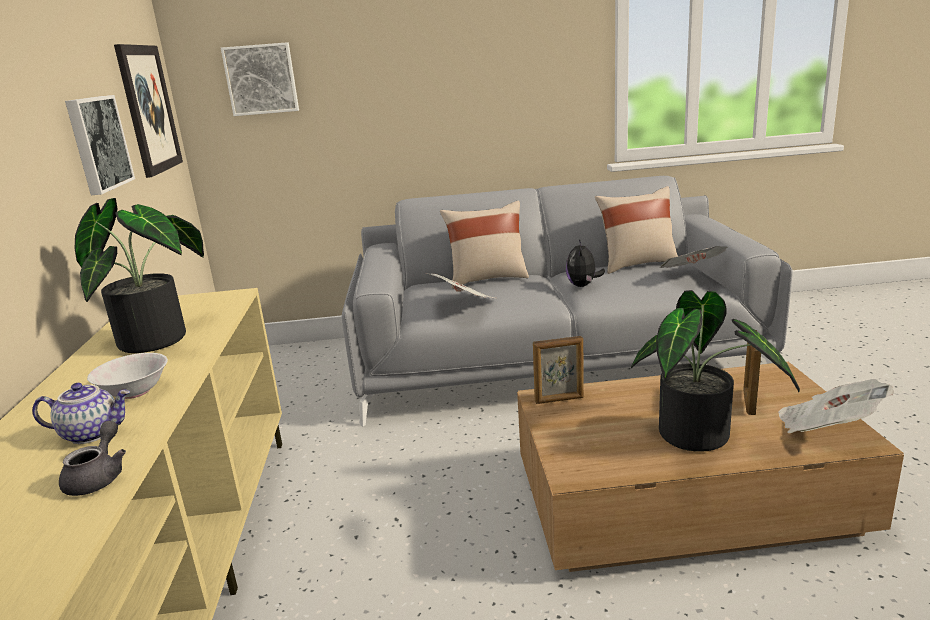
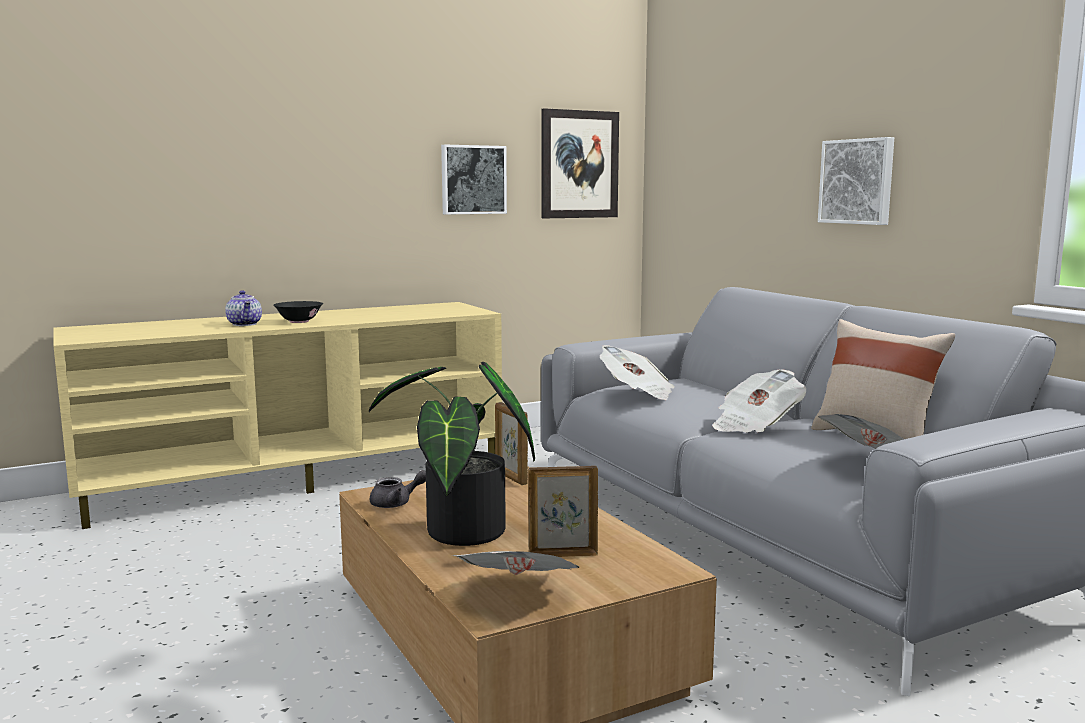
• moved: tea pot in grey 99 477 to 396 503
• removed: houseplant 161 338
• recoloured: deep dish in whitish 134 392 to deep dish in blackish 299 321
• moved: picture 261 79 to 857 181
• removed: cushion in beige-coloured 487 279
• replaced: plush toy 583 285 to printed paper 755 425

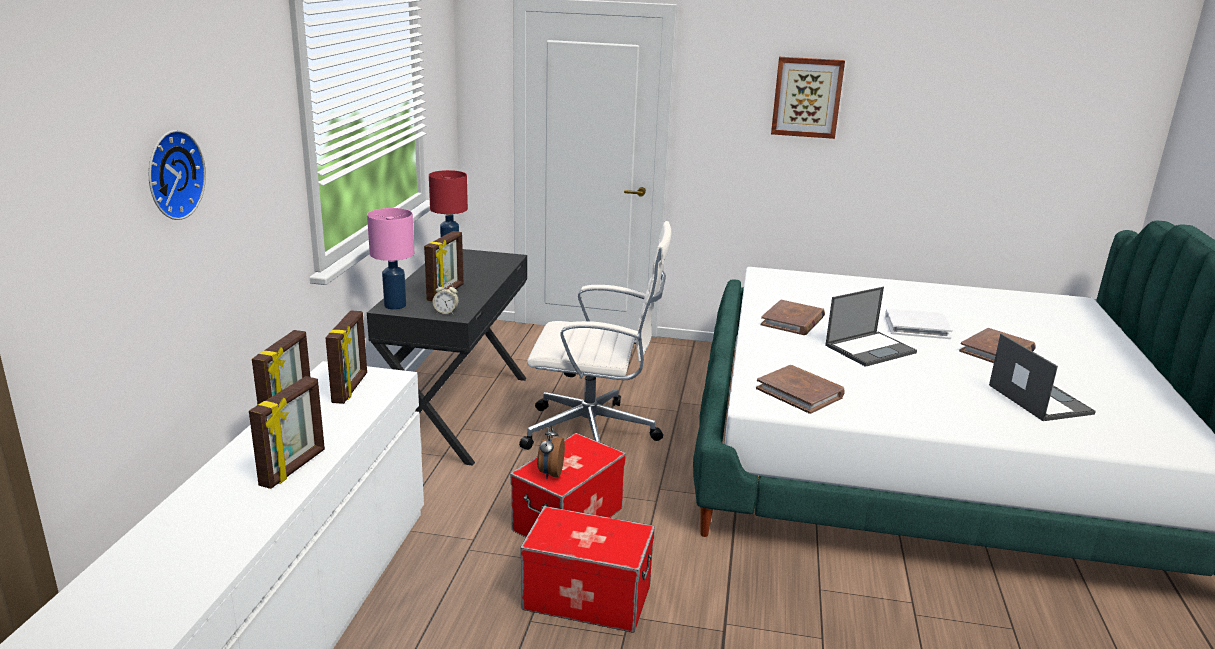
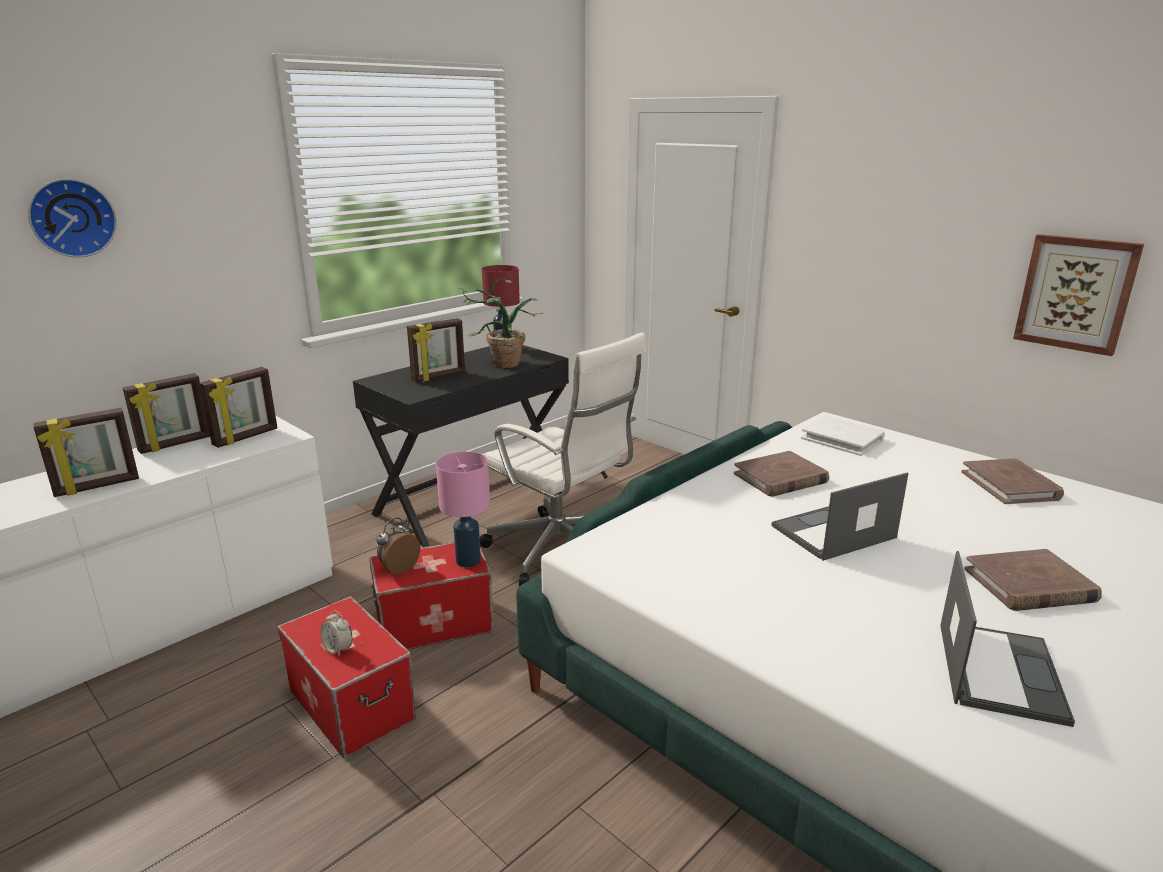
• moved: lamp for a table in pinkish 395 305 to 468 560
• moved: table clock 446 312 to 338 649
• moved: bound book in brownish 800 392 to 1010 485
• moved: picture 807 97 to 1076 293
• turned: laptop 870 349 = 832 532 150 degrees clockwise
• moved: bound book in whitish 916 327 to 842 439
• added: houseplant 499 365

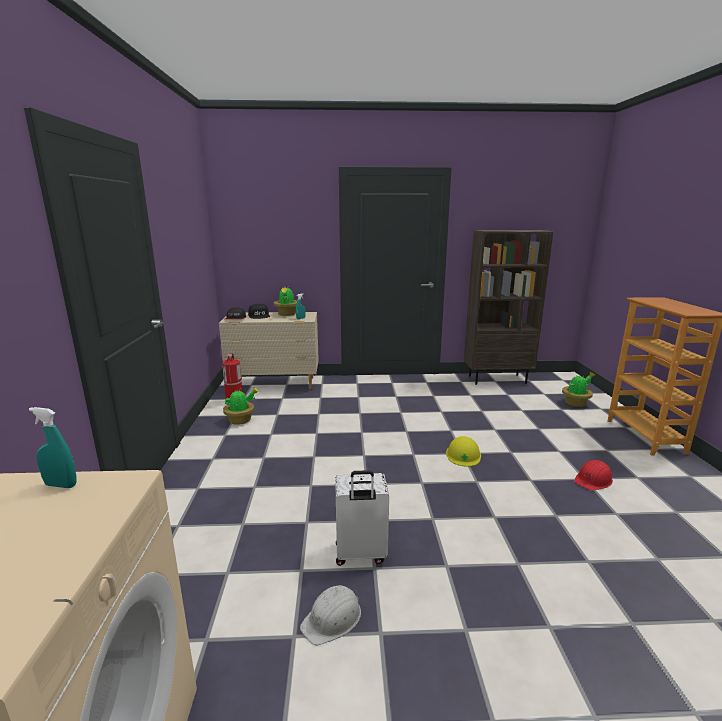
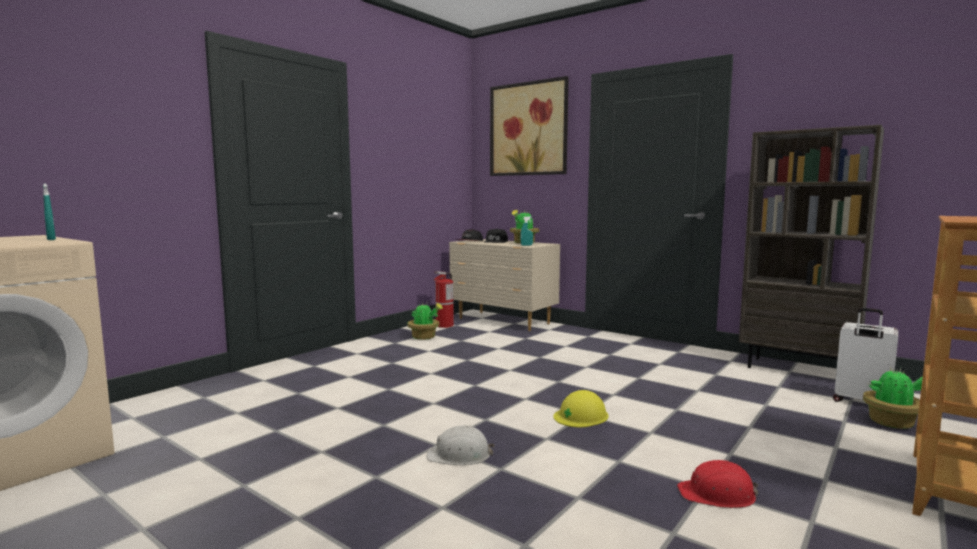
• moved: work helmet in whitish 333 619 to 459 455
• moved: piece of luggage in whitish 360 554 to 860 402
• added: picture 528 129

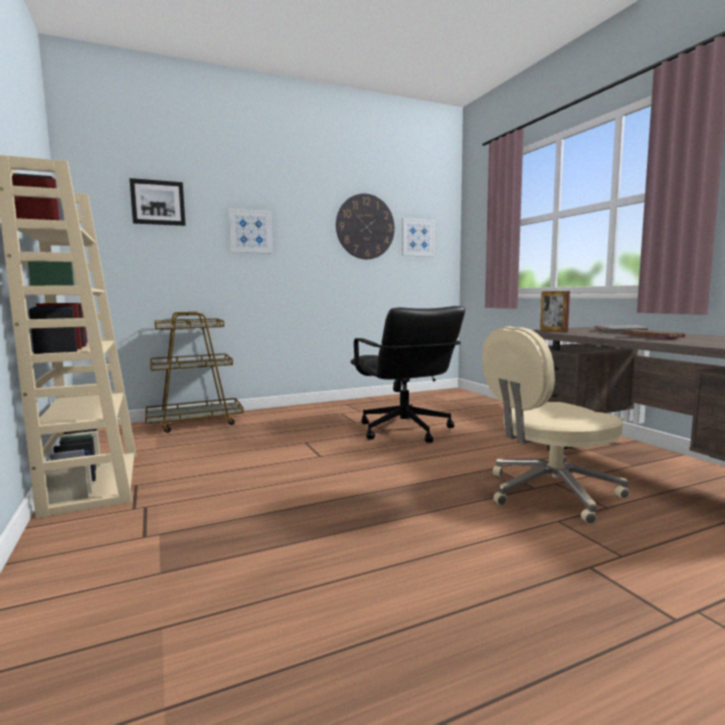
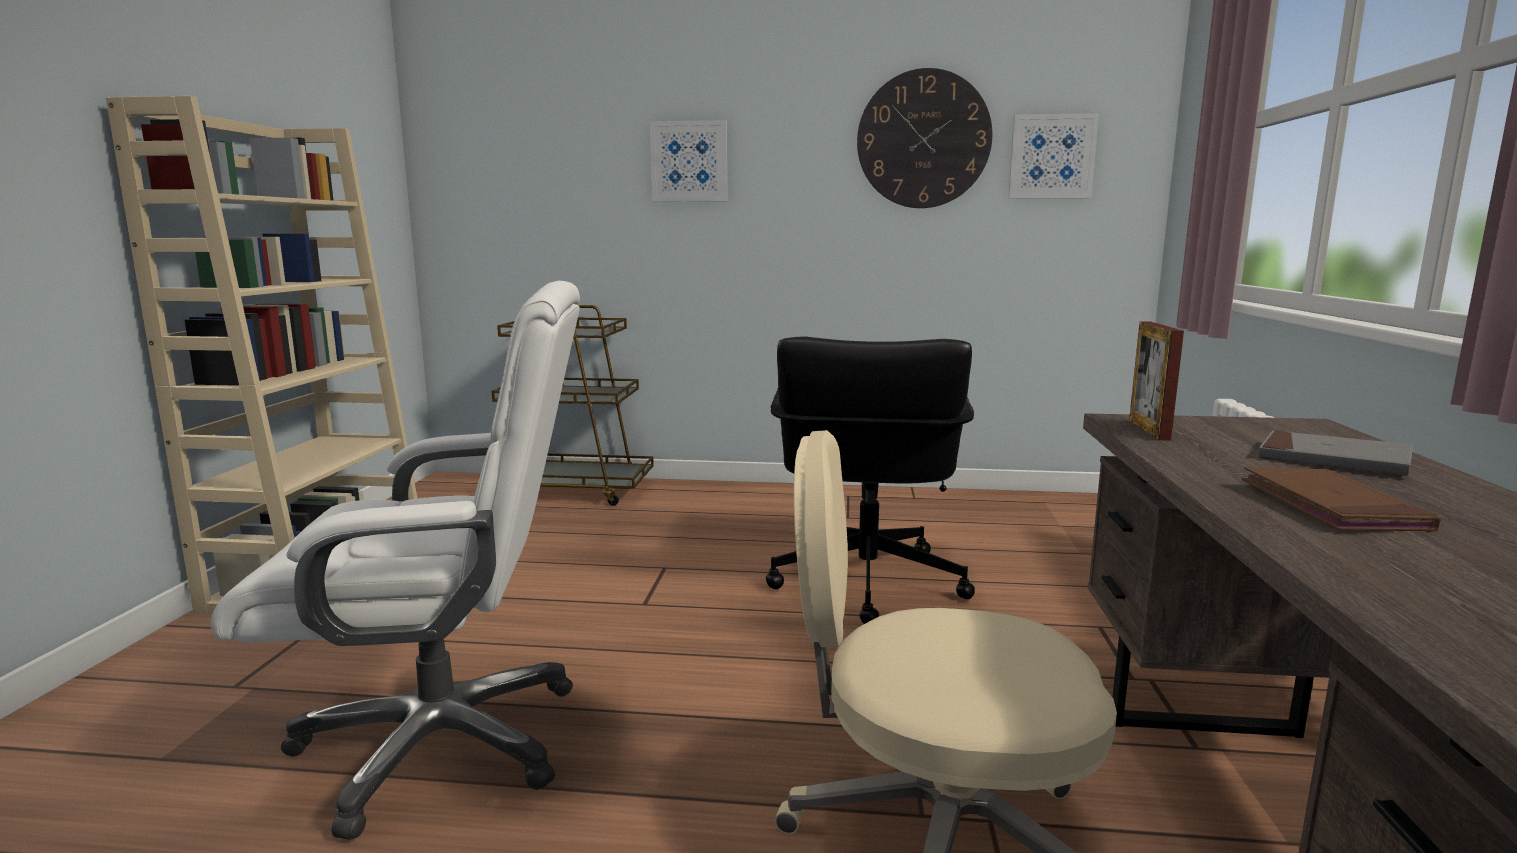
• removed: picture 158 203
• added: desk chair in whitish 444 741

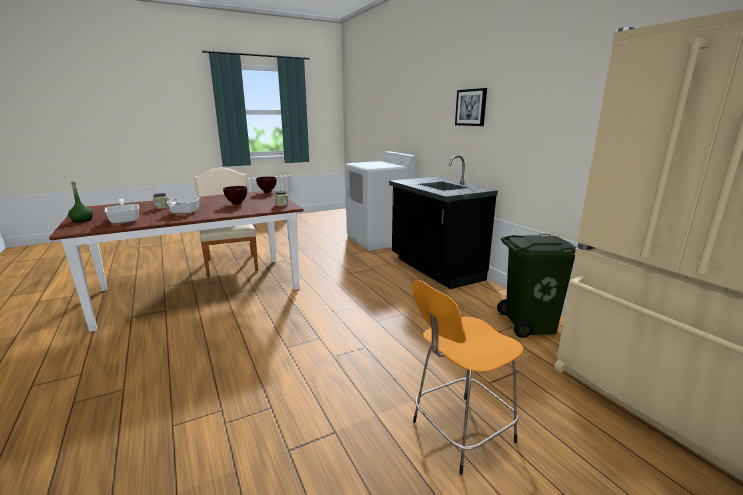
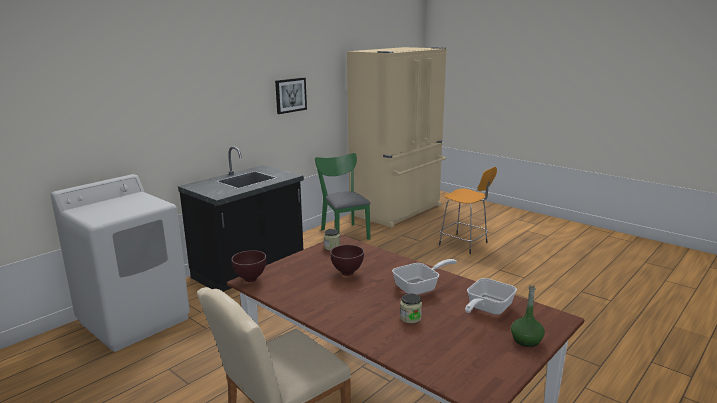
• moved: picture 471 107 to 290 95
• replaced: waste bin in greenish 530 325 to upright chair in greenish 343 232

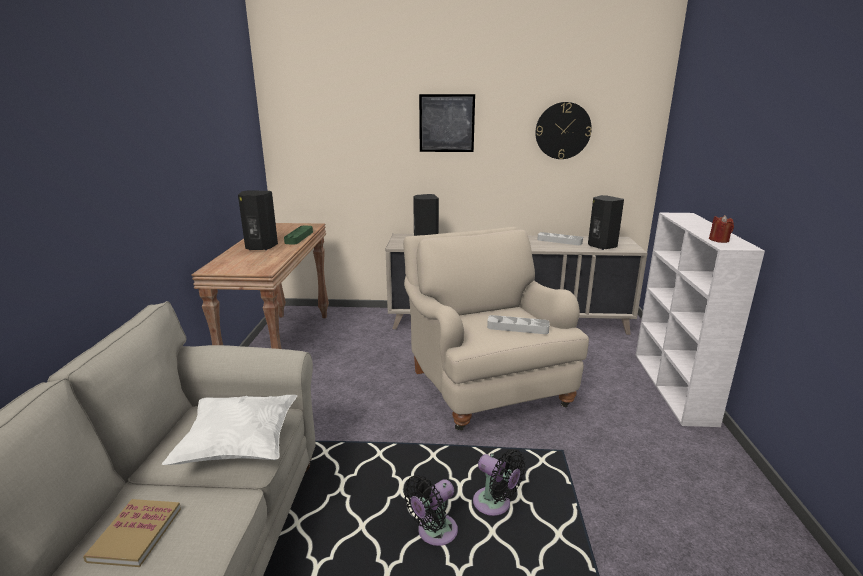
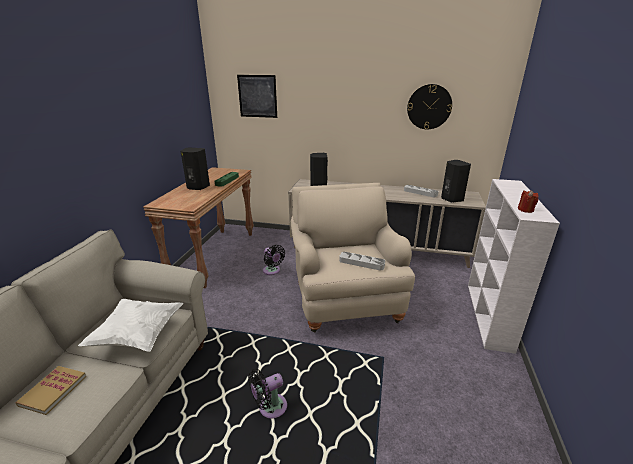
• moved: picture 446 123 to 257 96
• moved: fan in blackish 495 504 to 272 271

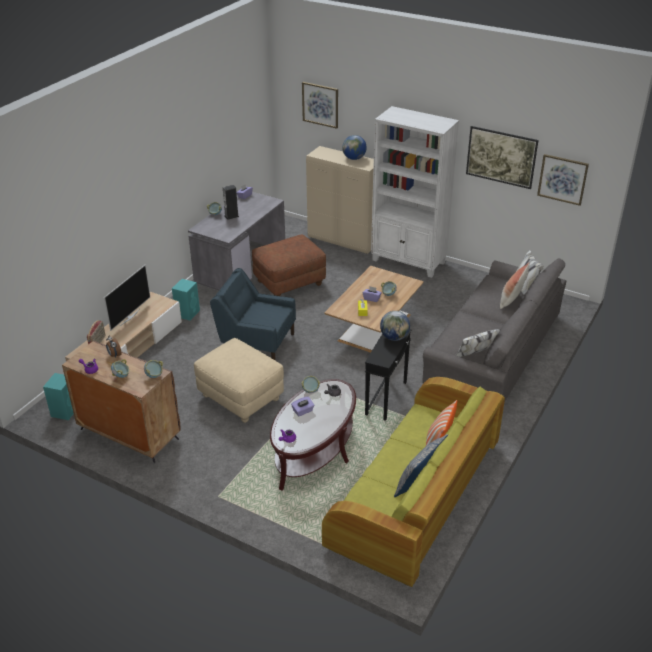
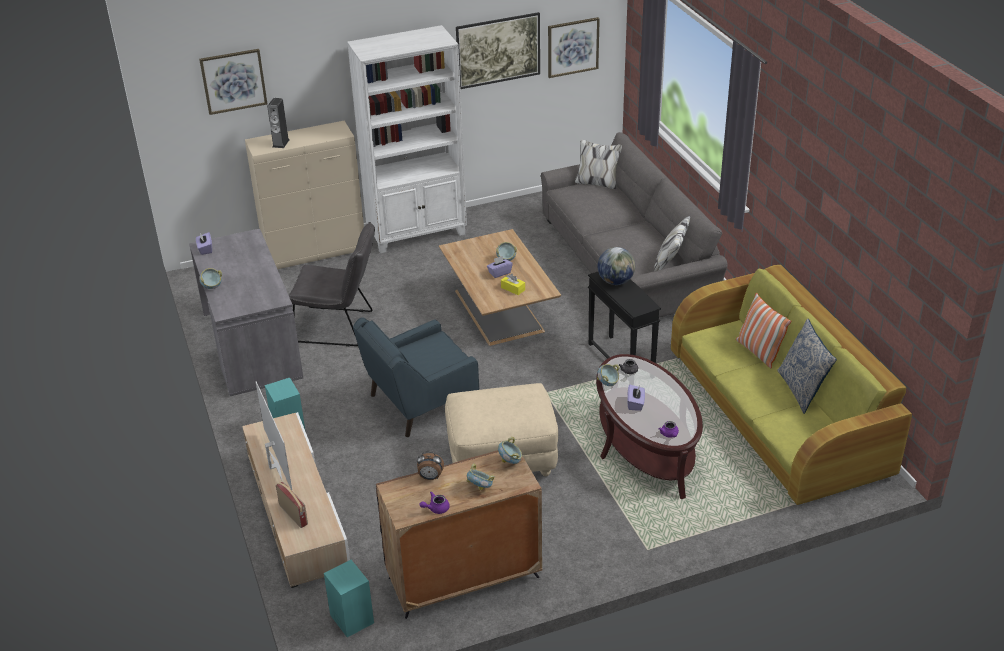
• moved: speaker 231 216 to 281 143
• replaced: pouffe in brownish 289 283 to upright chair in grey 339 327
• removed: globe 354 158
• removed: cushion 511 301

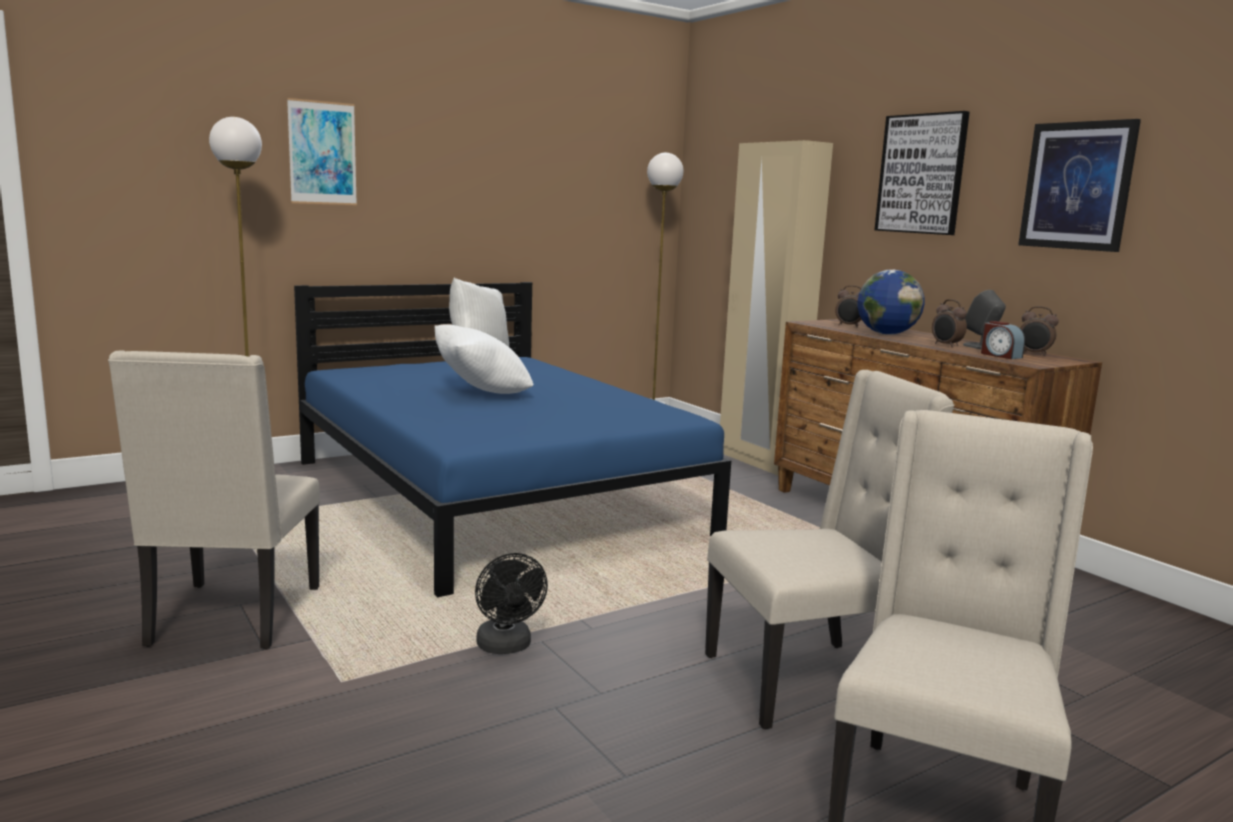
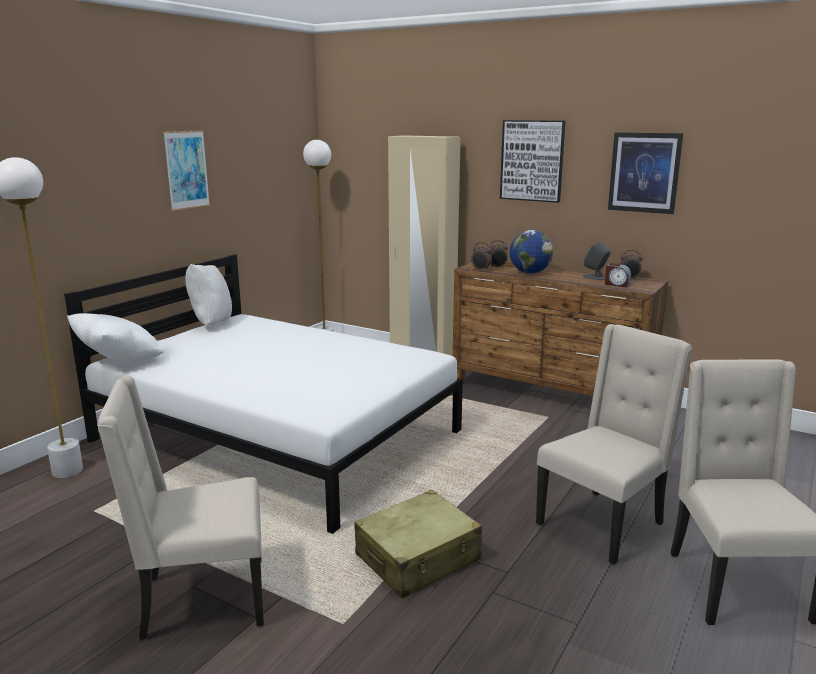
• turned: upright chair in beige-coloured 232 617 = 201 599 105 degrees clockwise
• moved: picture 322 153 to 186 170
• recoloured: bed in blue 494 496 to bed in whitish 278 435
• moved: cushion in whitish 481 393 to 119 363
• replaced: fan in blackish 506 647 to piece of luggage in beige-coloured 418 558
• moved: table clock 946 345 to 481 270

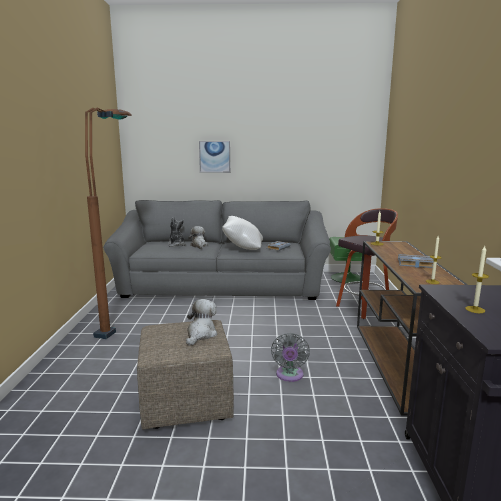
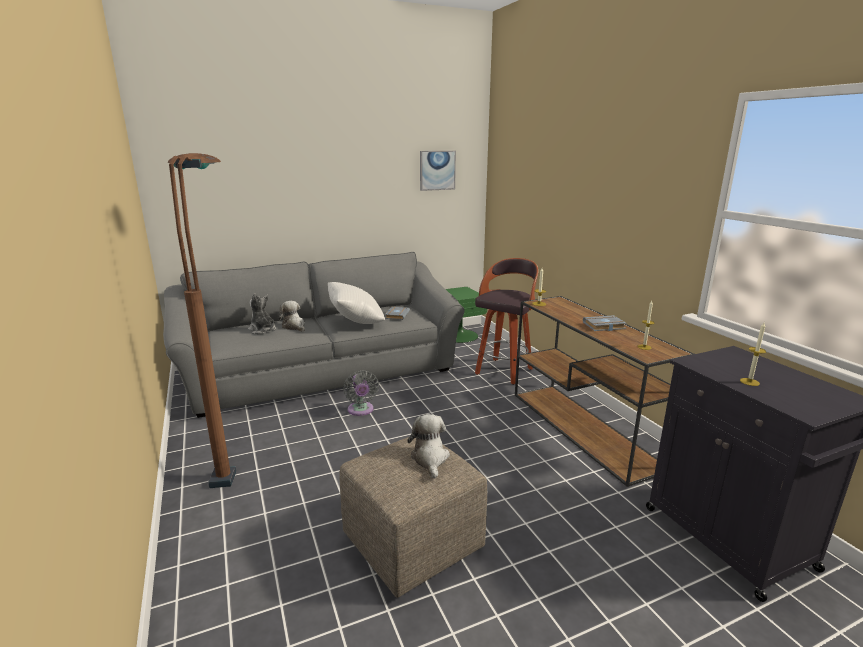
• moved: picture 214 156 to 437 170
• moved: fan in grey 289 376 to 361 410

